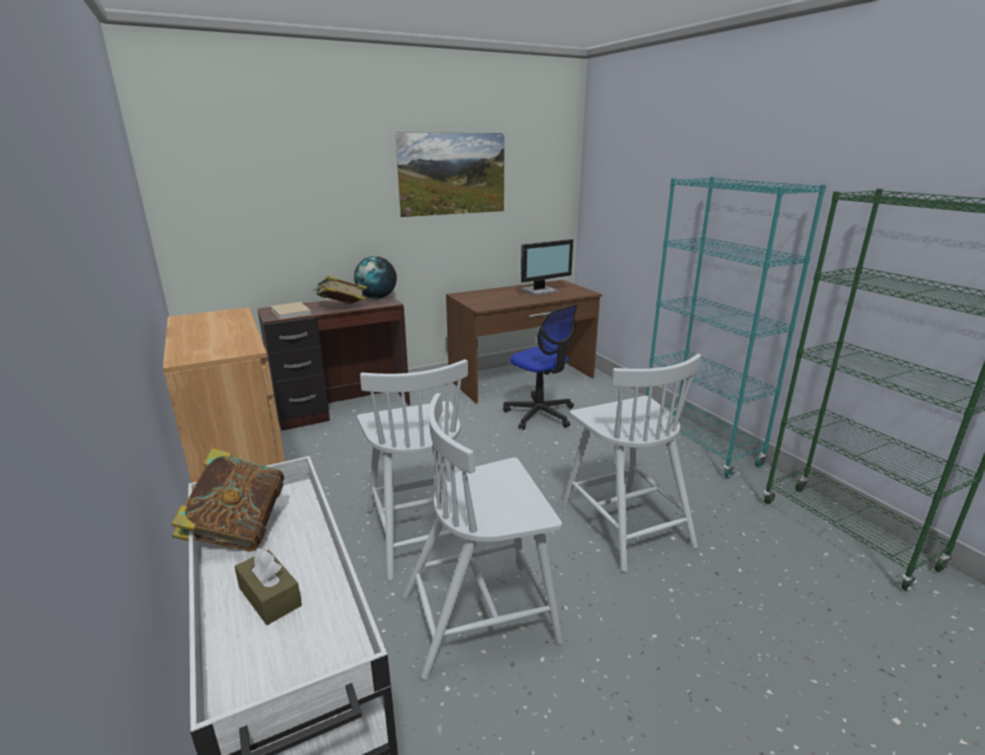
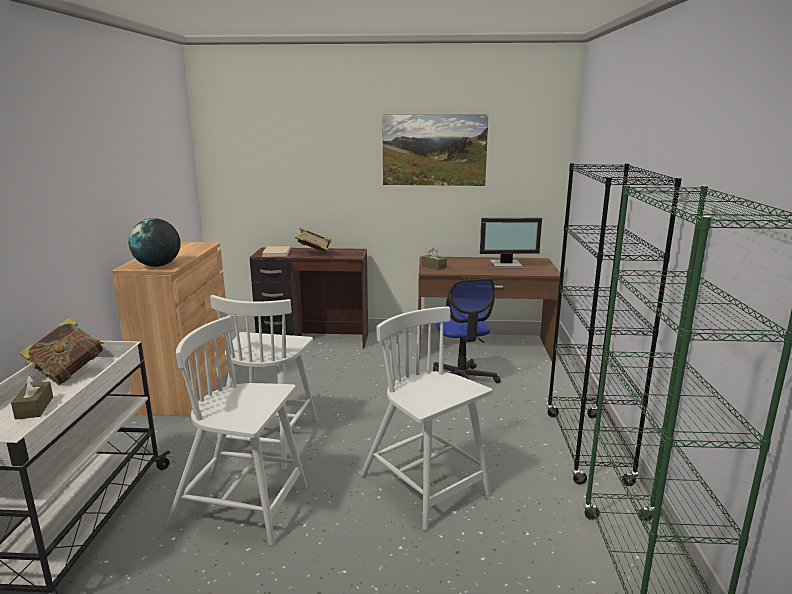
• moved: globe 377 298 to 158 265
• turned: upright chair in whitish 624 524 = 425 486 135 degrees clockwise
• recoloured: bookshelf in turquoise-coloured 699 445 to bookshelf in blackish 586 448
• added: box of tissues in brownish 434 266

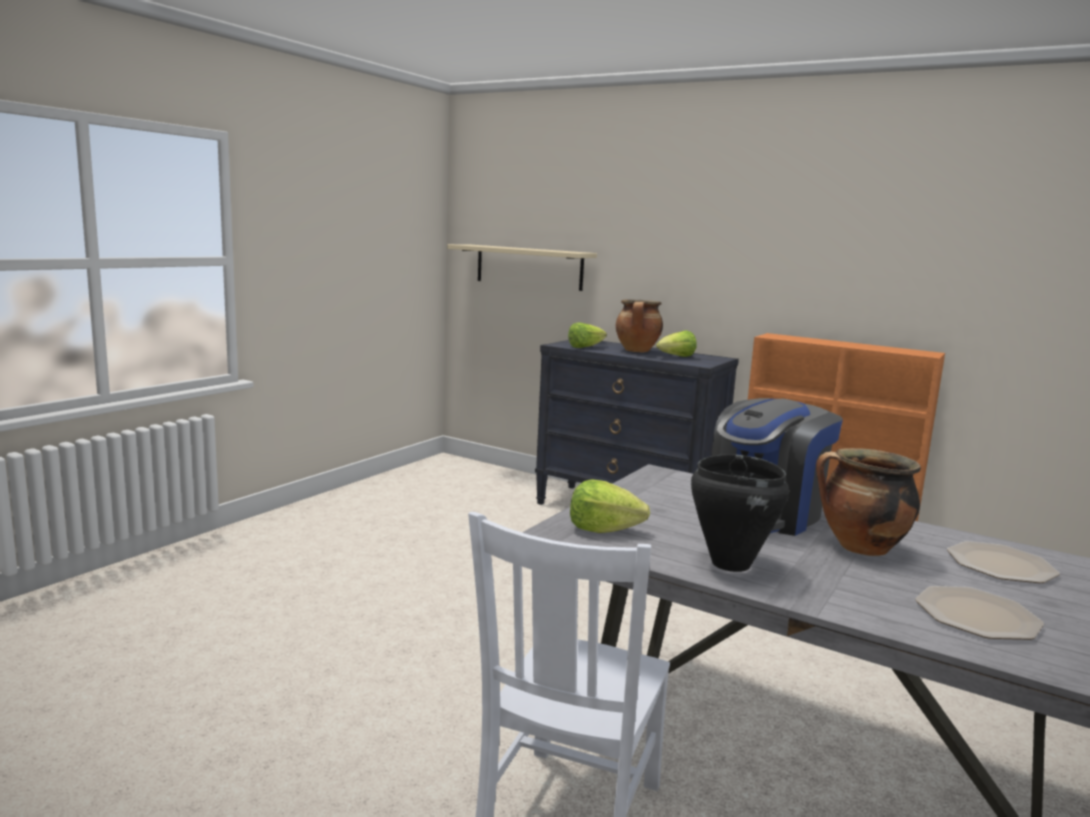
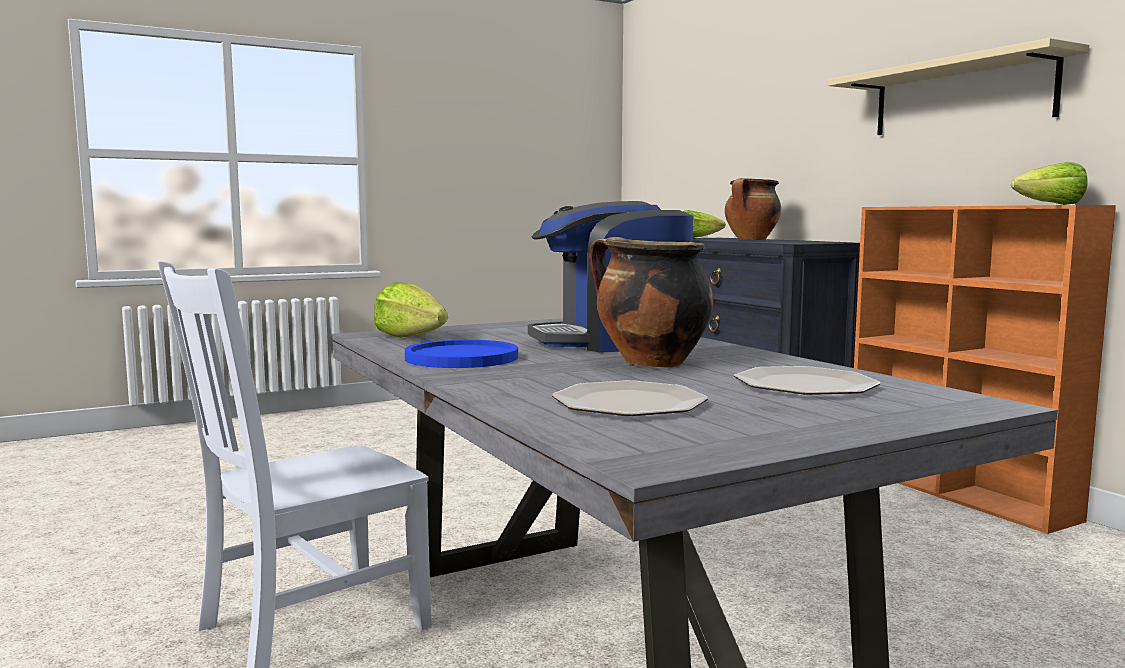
• moved: bracket shelf in beige-coloured 529 267 to 961 96
• moved: lettuce 676 357 to 1050 204
• replaced: cooking pot in blackish 730 564 to plate in blue 461 357

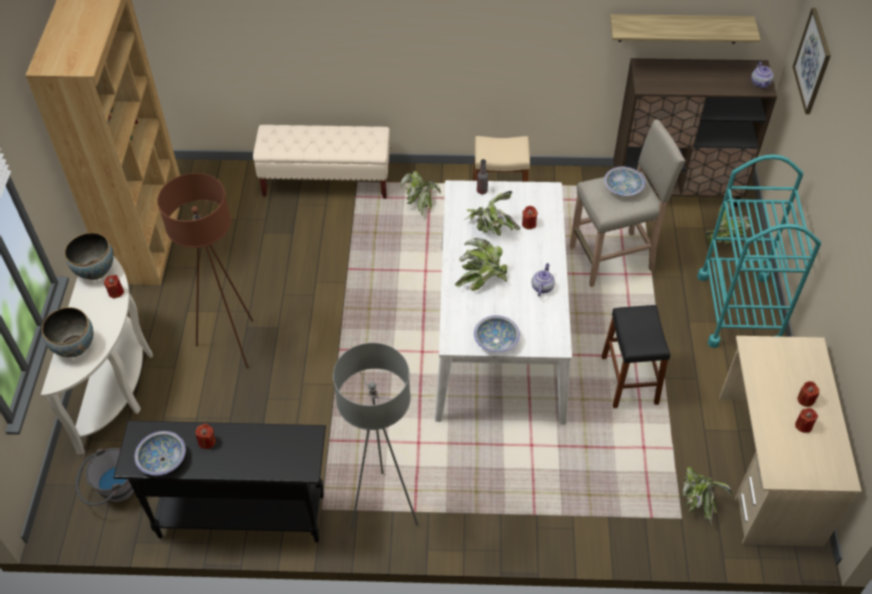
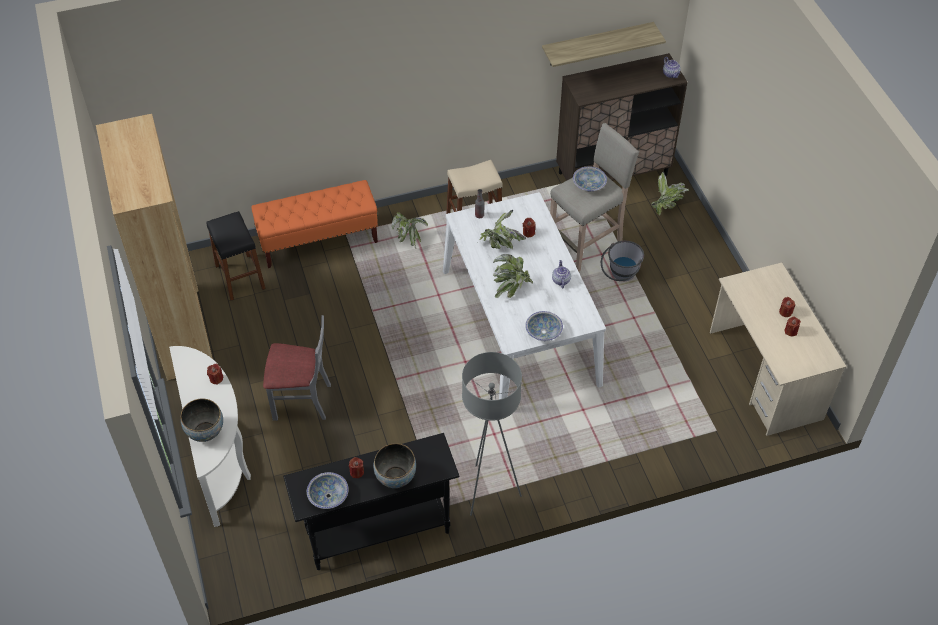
• moved: deep dish 95 271 to 395 477
• moved: pail in grey 113 492 to 620 276
• replaced: standard lamp in brownish 231 344 to upright chair in grey 302 400
• recoloured: bench in beige-coloured 327 181 to bench in orange 319 240
• moved: stool in blackish 629 380 to 240 277
• removed: houseplant 698 501
• removed: cart in turquoise-coloured 738 310
• removed: picture 812 61

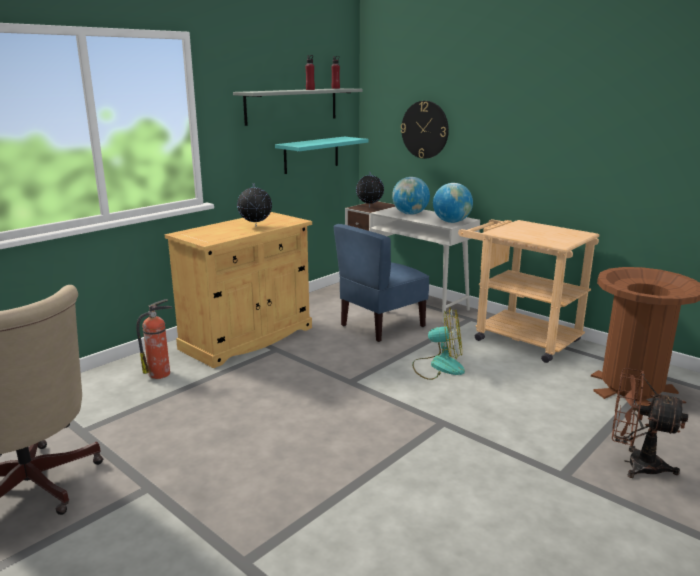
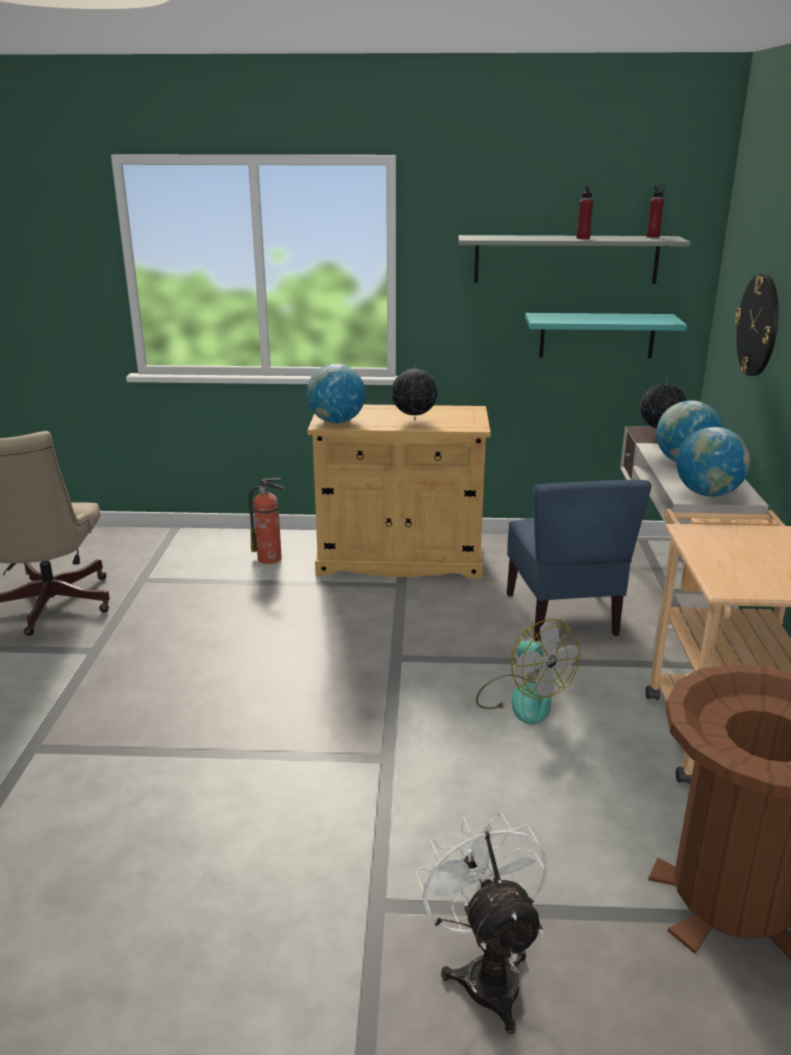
• turned: upright chair in blue 381 326 = 563 614 105 degrees counterclockwise
• recoloured: fan in brownish 635 464 to fan in whitish 486 972
• added: globe 336 421

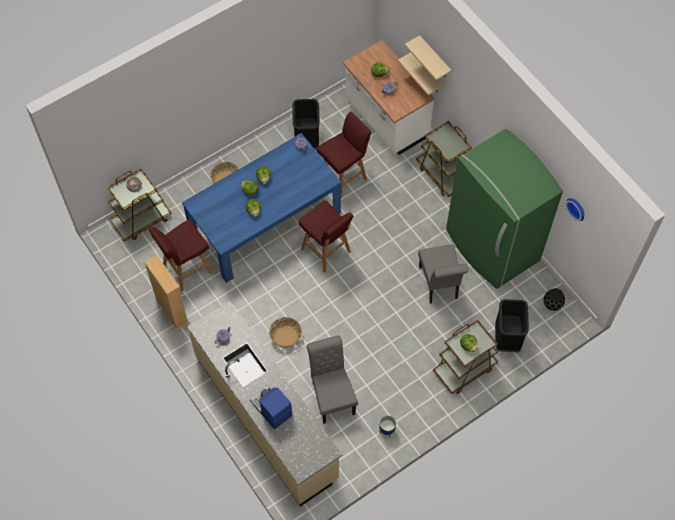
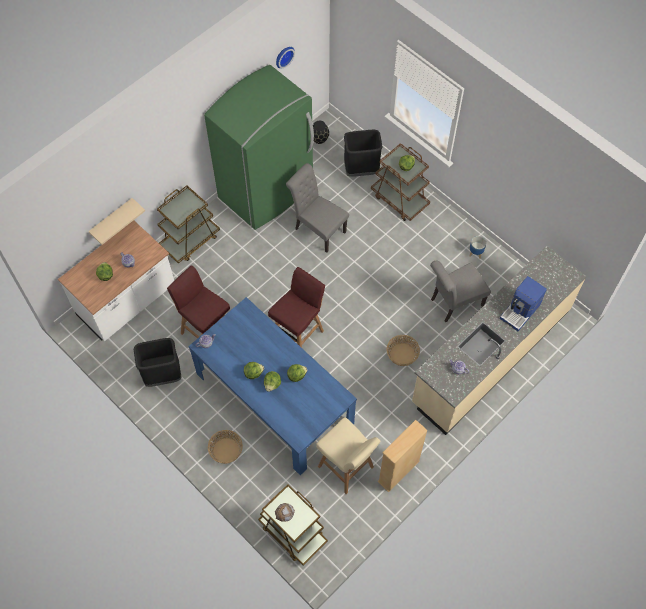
• recoloured: stool in red-coloured 186 269 to stool in beige-coloured 346 468
• removed: bracket shelf in beige-coloured 434 58
• turned: upright chair in grey 439 285 = 317 229 120 degrees counterclockwise

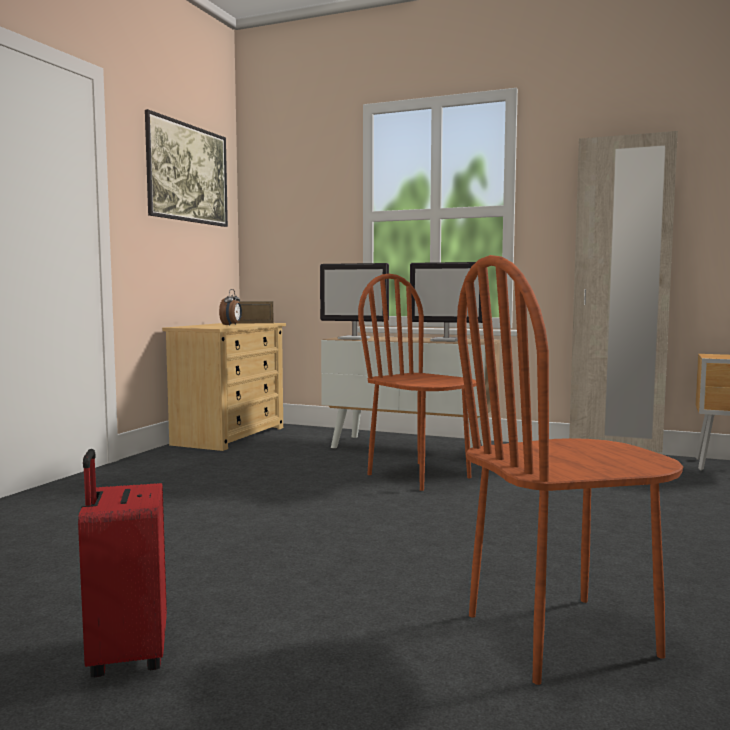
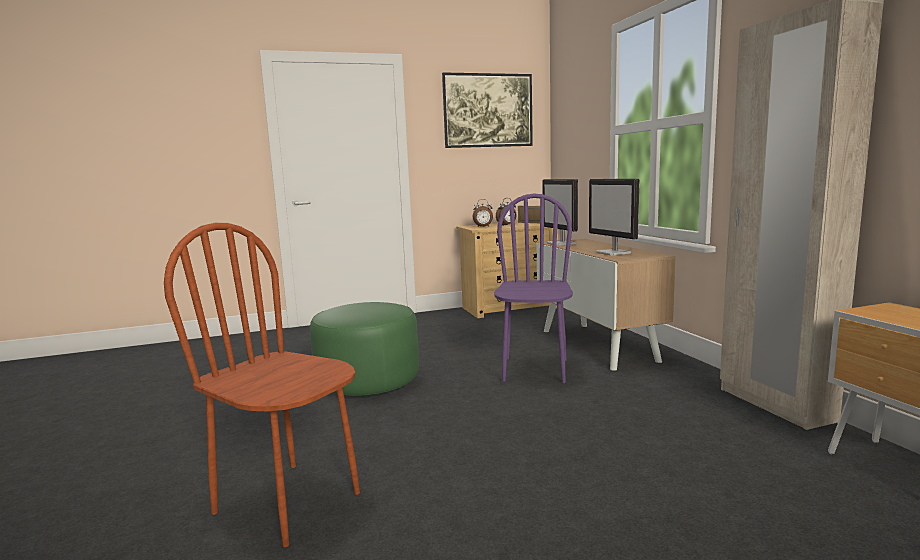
• removed: piece of luggage in red-coloured 126 655
• recoloured: upright chair in brownish 419 476 to upright chair in purple-coloured 534 370
• added: pouffe in greenish 368 381
• added: table clock 483 227

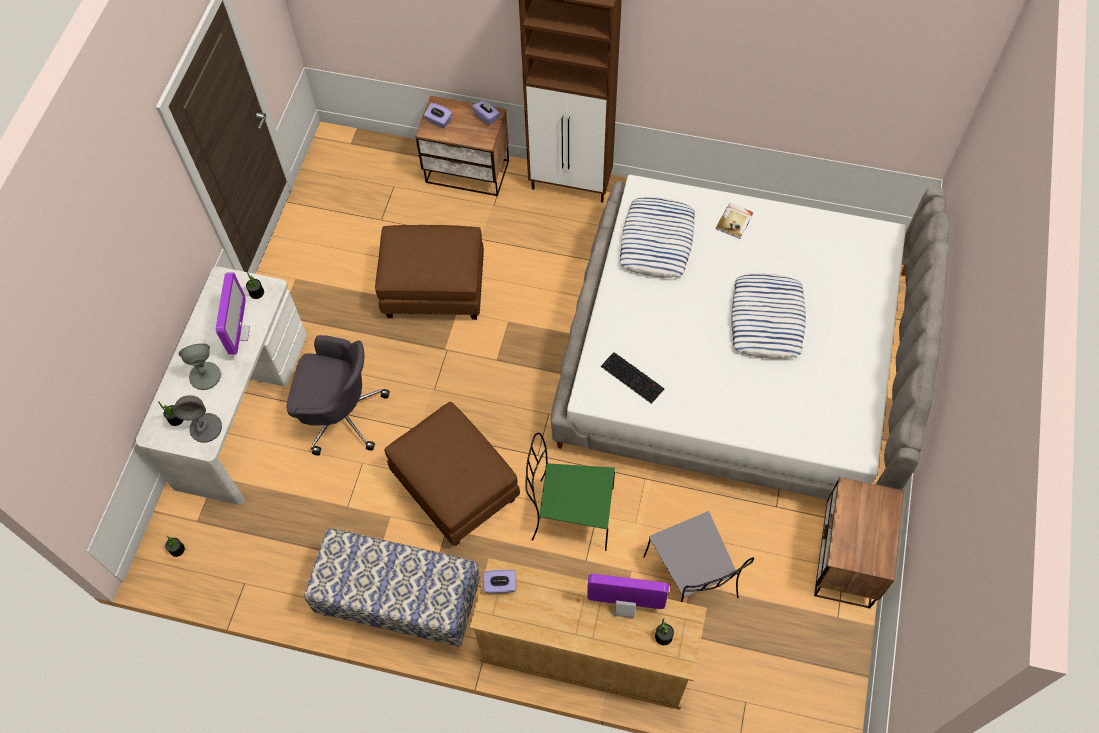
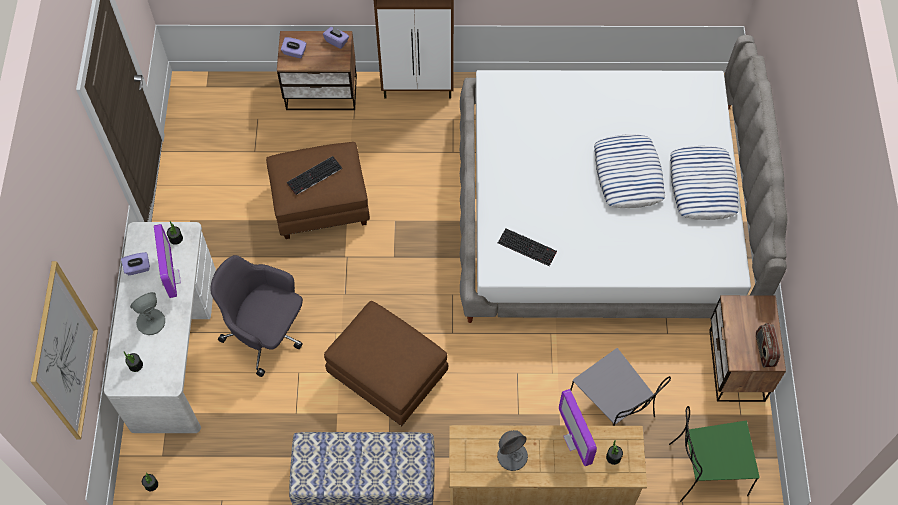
• moved: lamp for a table in grey 206 428 to 512 456
• turned: desk chair in grey 341 414 = 267 333 150 degrees counterclockwise
• moved: box of tissues in purple-coloured 500 585 to 138 268
• moved: upright chair in greenish 570 514 to 705 469
• turned: computer display 625 607 = 575 440 105 degrees counterclockwise
• moved: cushion 657 242 to 702 187
• removed: bound book 735 221
• added: picture 64 353
• added: PC keyboard 314 176
• added: radio 764 350

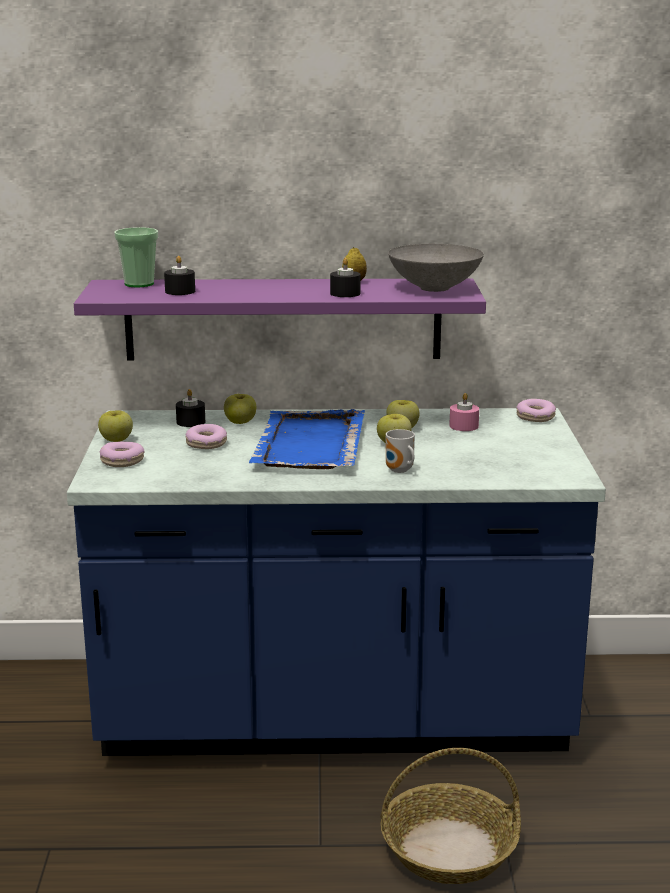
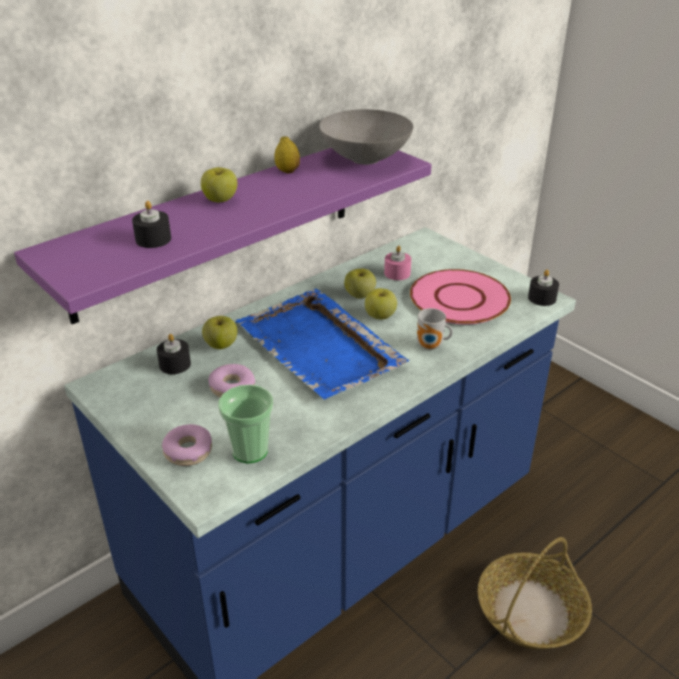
• moved: apple 116 440 to 220 200
• moved: cup 139 284 to 250 451
• moved: wax candle in blackish 345 293 to 542 298
• removed: doughnut 535 417
• added: plate in pinkish 459 299

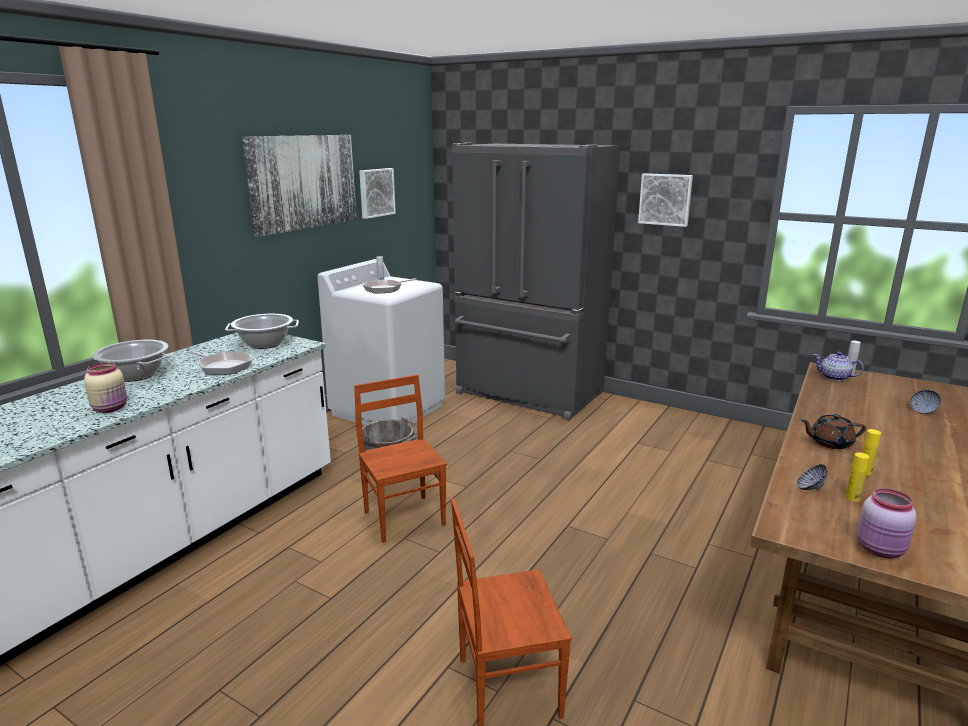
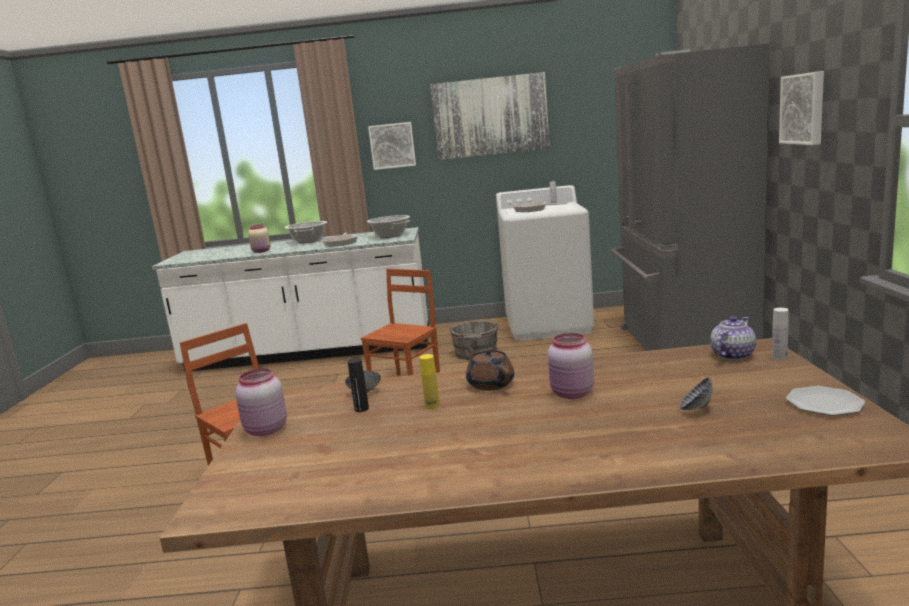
• moved: picture 376 192 to 392 145
• turned: tea pot 835 377 = 731 355 45 degrees clockwise
• recoloured: beverage bottle in yellow 852 498 to beverage bottle in blackish 361 409
• added: jar in pinkish 572 394
• added: plate 824 404

